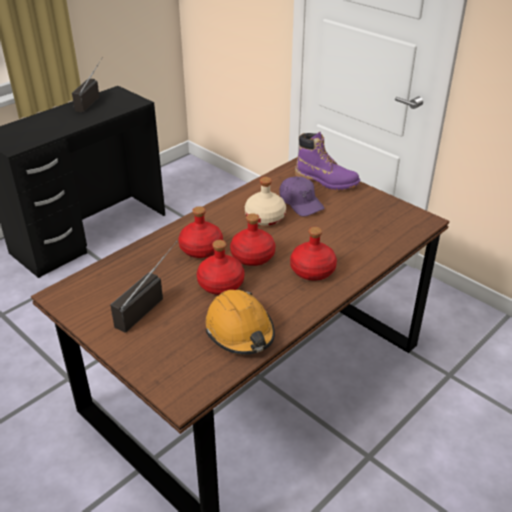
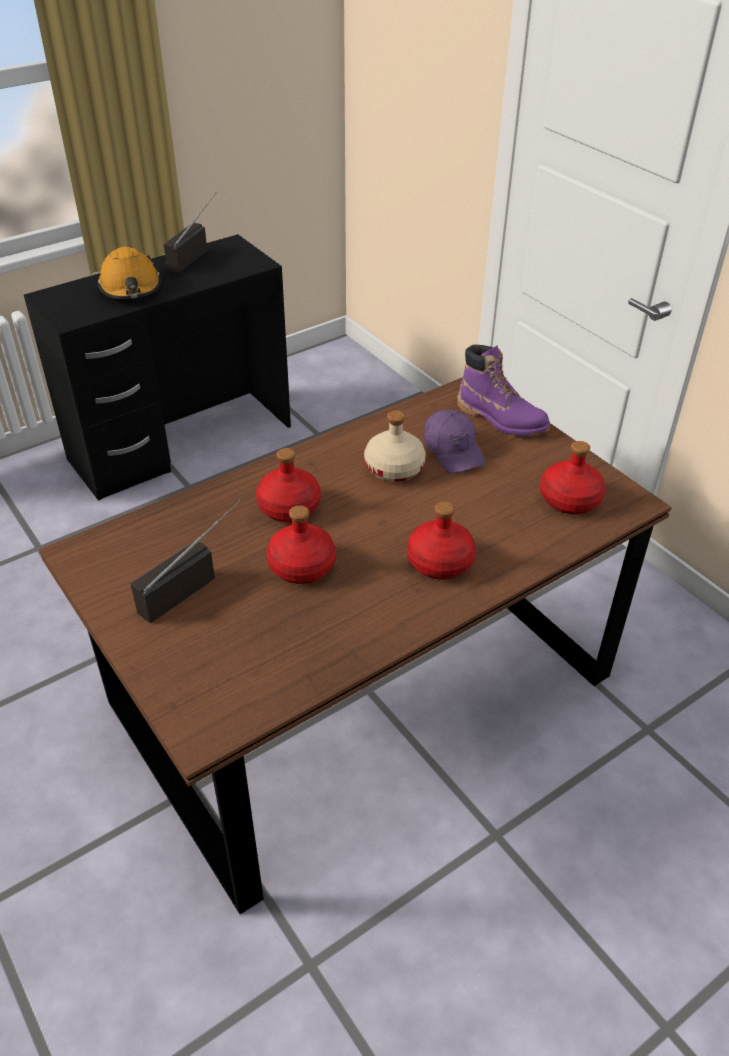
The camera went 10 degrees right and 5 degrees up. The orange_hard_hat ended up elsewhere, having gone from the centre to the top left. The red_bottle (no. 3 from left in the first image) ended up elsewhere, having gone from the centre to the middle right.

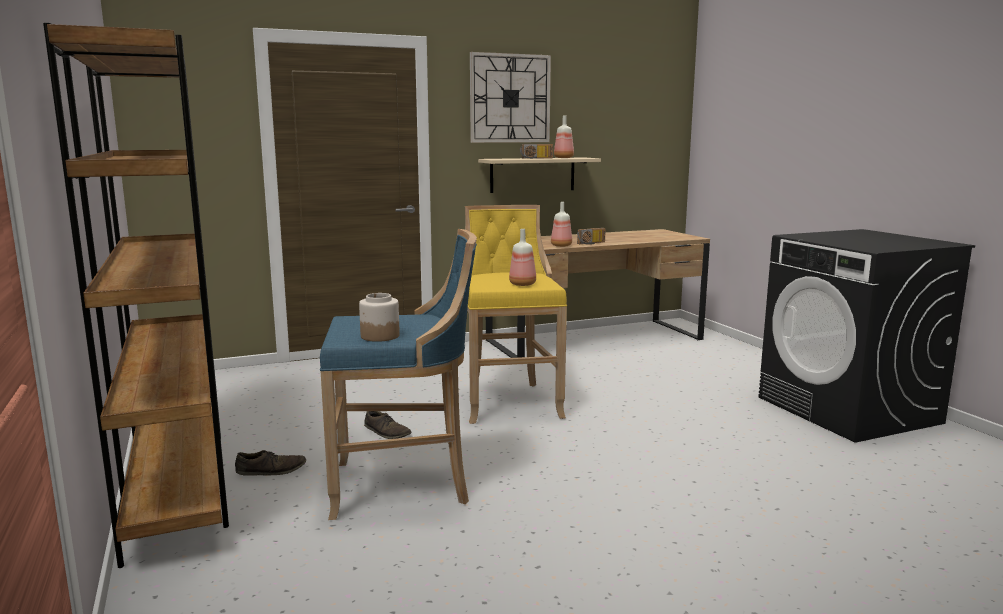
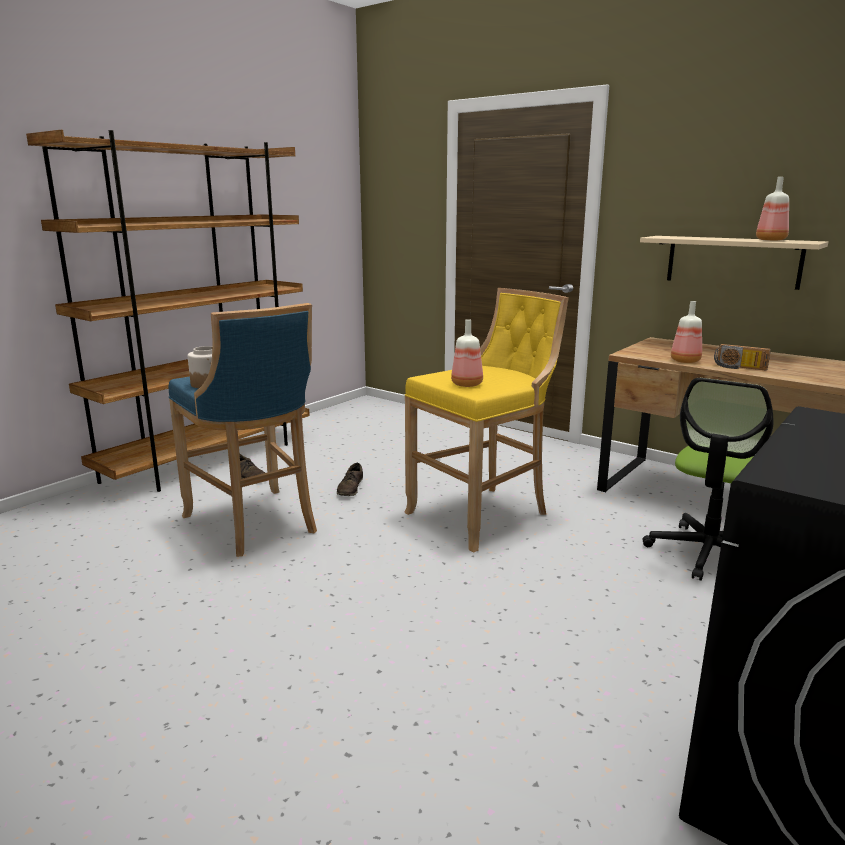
The camera went 60 degrees right and 5 degrees up. The second view lost the wall_clock at the top centre. The second view lost the radio (no. 1 from left) at the top centre. The second view gained the office_chair at the middle right.

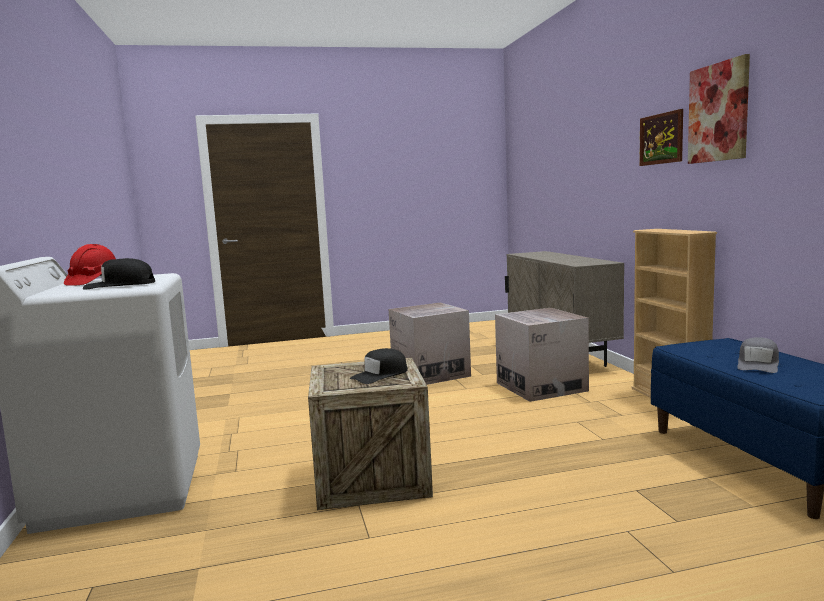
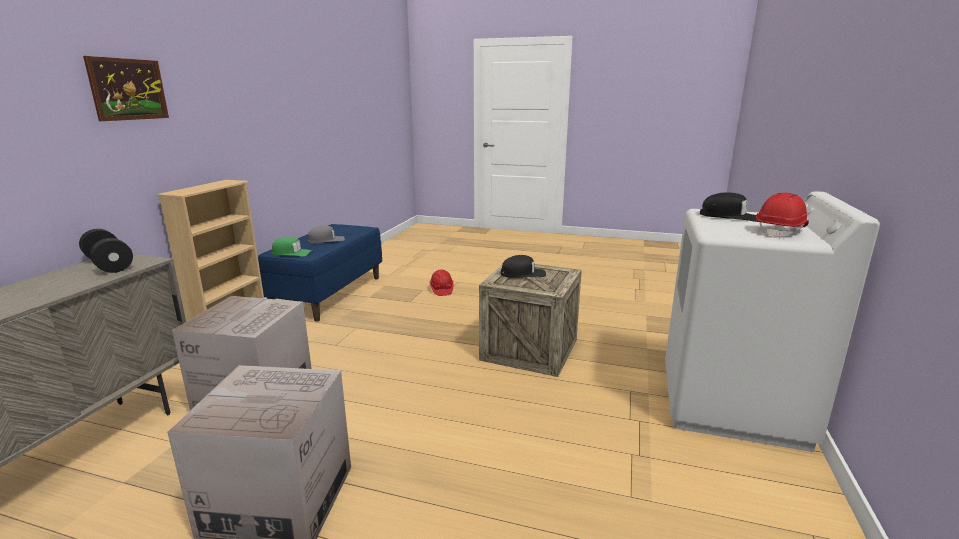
The camera went 150 degrees left and 10 degrees up. The second view lost the picture (no. 2 from left) at the top right. The second view gained the black_dumbbell at the middle left. The second view gained the green_cap at the middle left. The second view gained the red_hard_hat (no. 1 from left) at the centre.

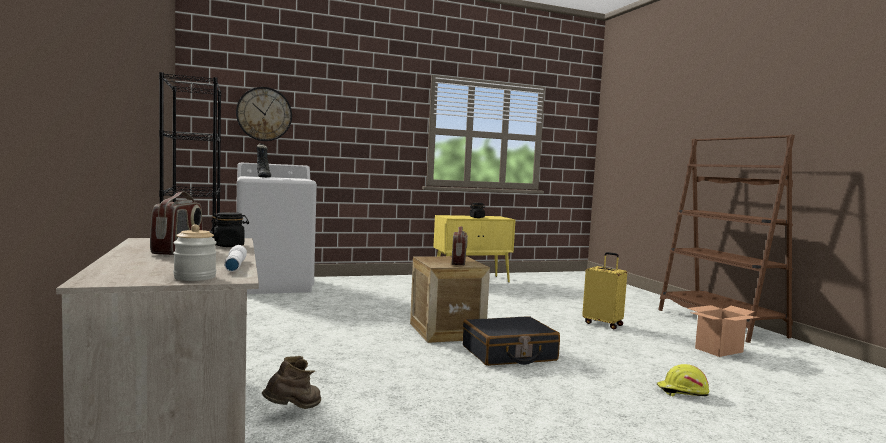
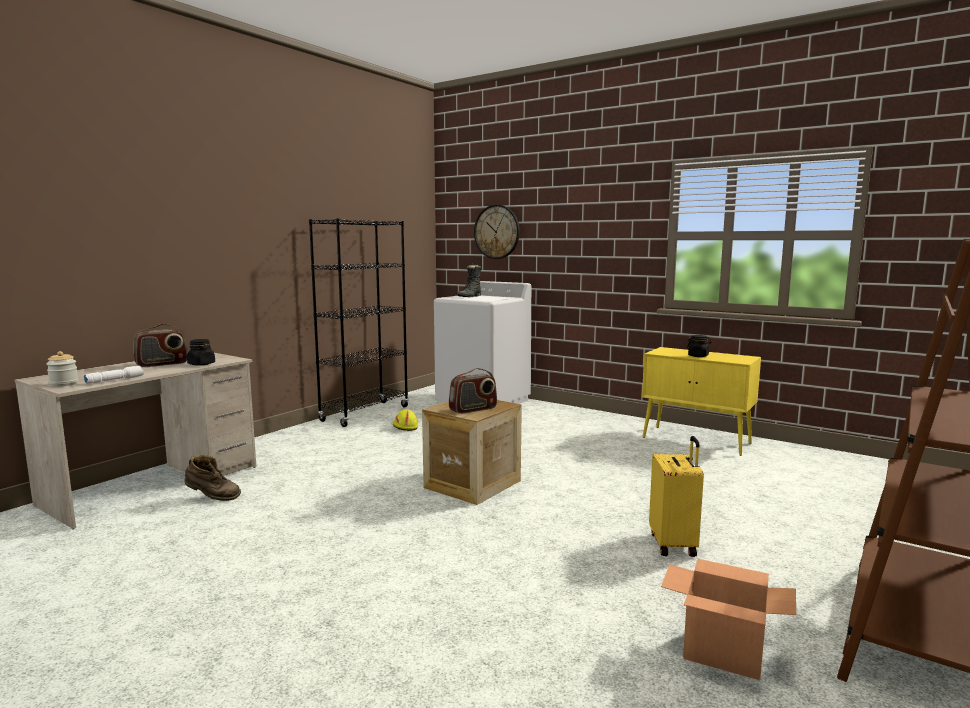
The camera went 55 degrees right and 5 degrees up. The second view lost the black_suitcase at the bottom centre. The yellow_hard_hat ended up elsewhere, having gone from the bottom right to the centre.

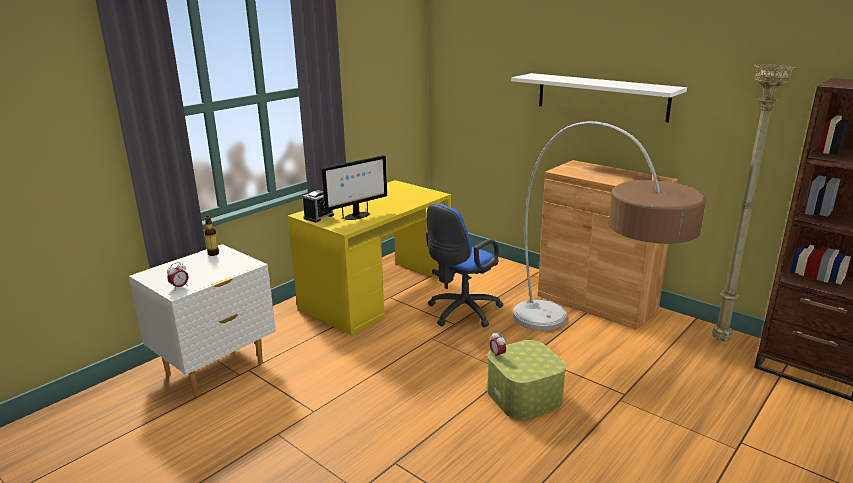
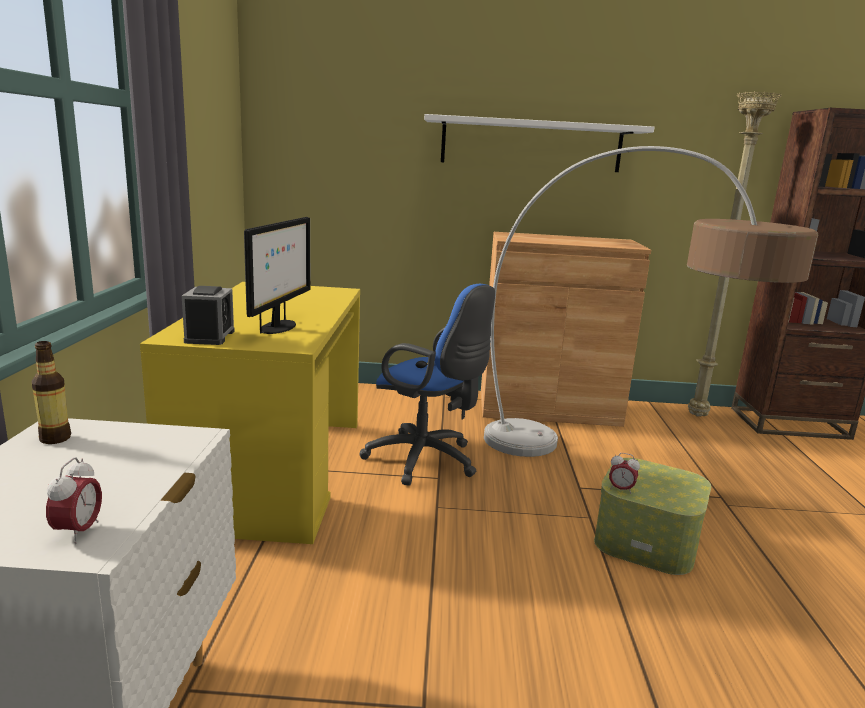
The camera went 40 degrees left and 5 degrees down. The blue_office_chair at the centre ended up facing another way, 60 degrees counterclockwise from before.

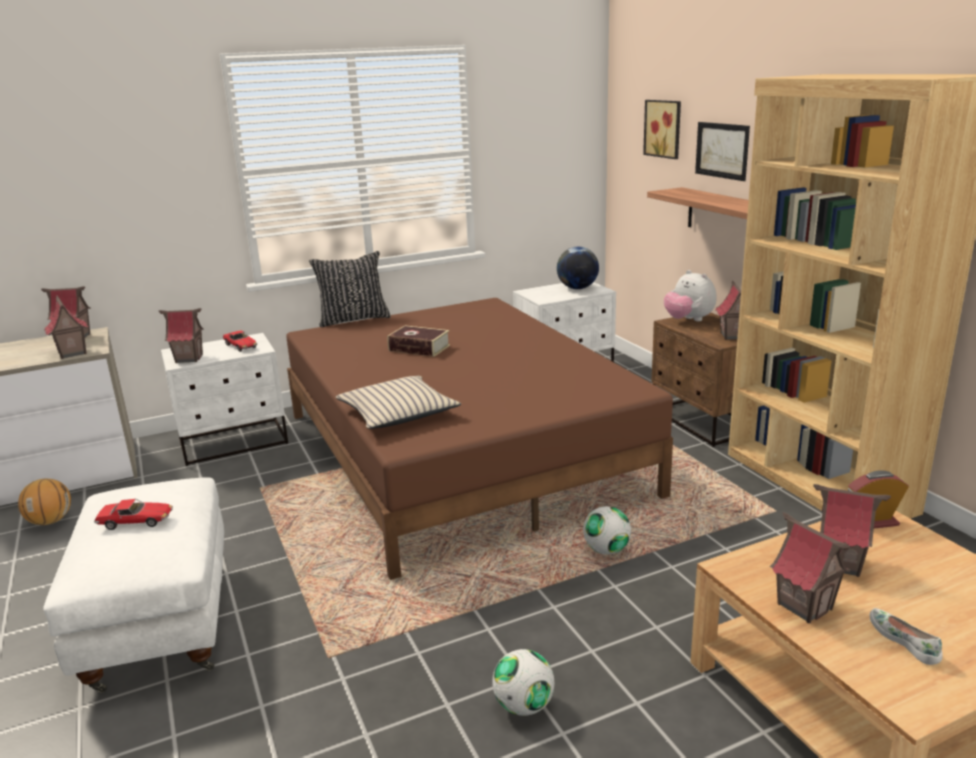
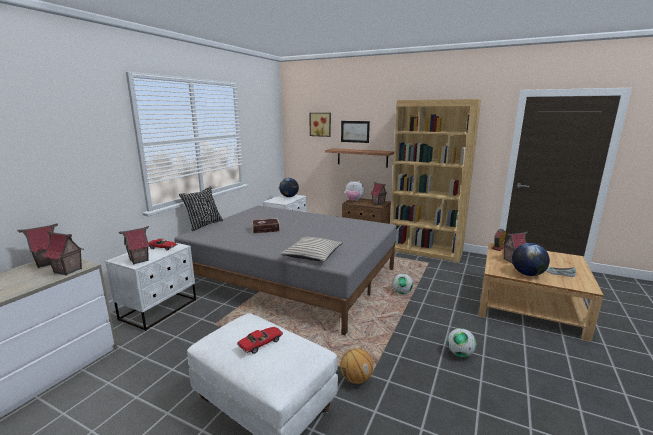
The camera went 40 degrees left and 5 degrees down. The basketball ended up elsewhere, having gone from the middle left to the bottom centre. What was the brown_bed at the centre turned into the grey_bed at the centre. Where the toy_house (no. 5 from left) stood at the bottom right, the globe (no. 2 from left) came to stand at the middle right.

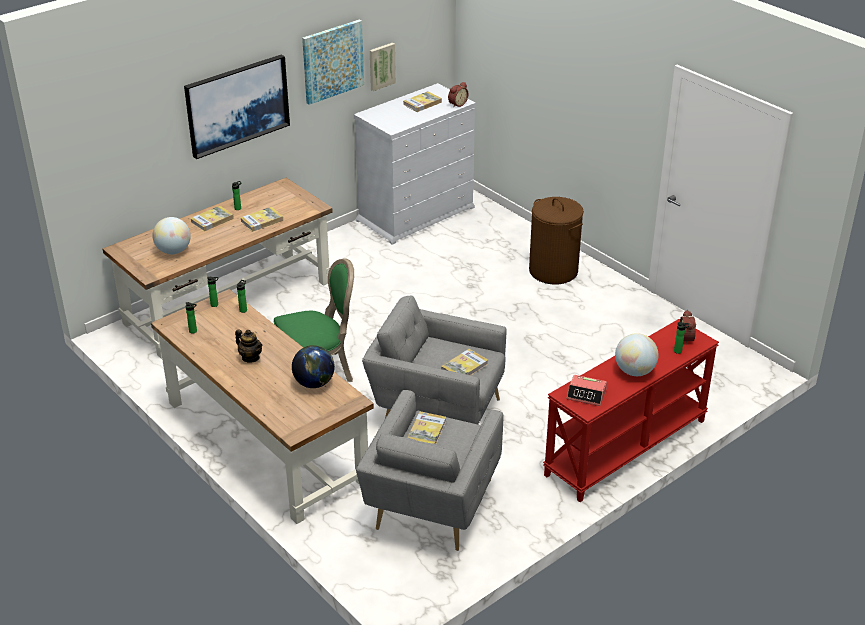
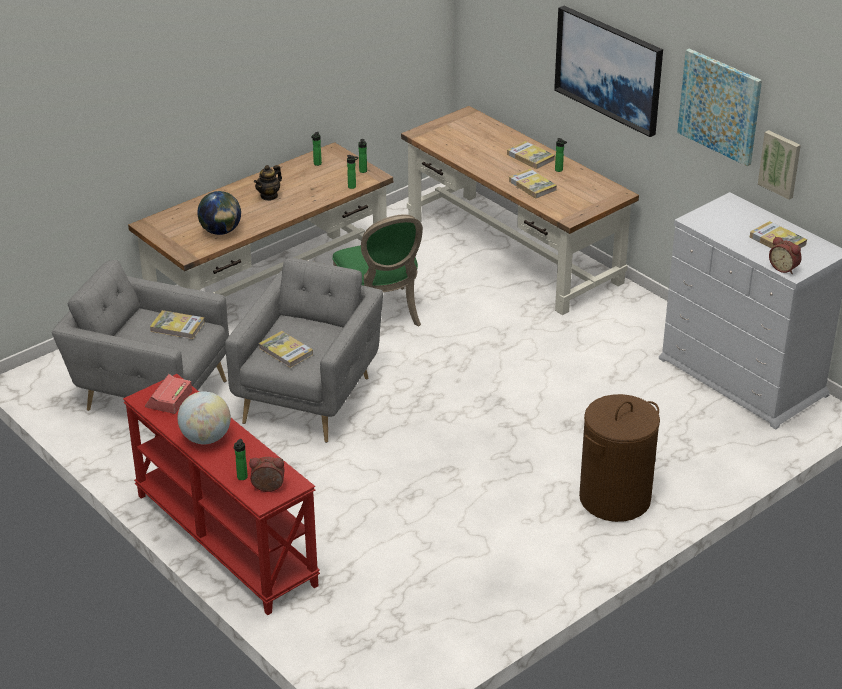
The camera went 90 degrees right and 0 degrees up. The second view lost the globe (no. 1 from left) at the middle left.

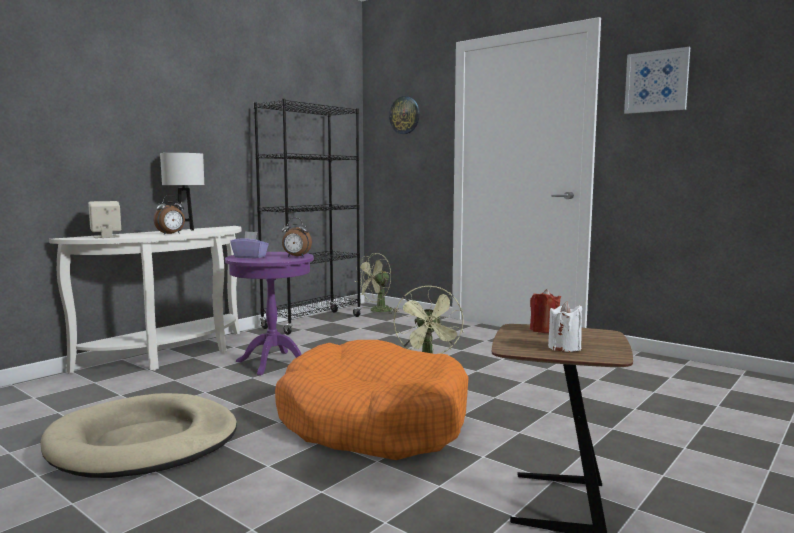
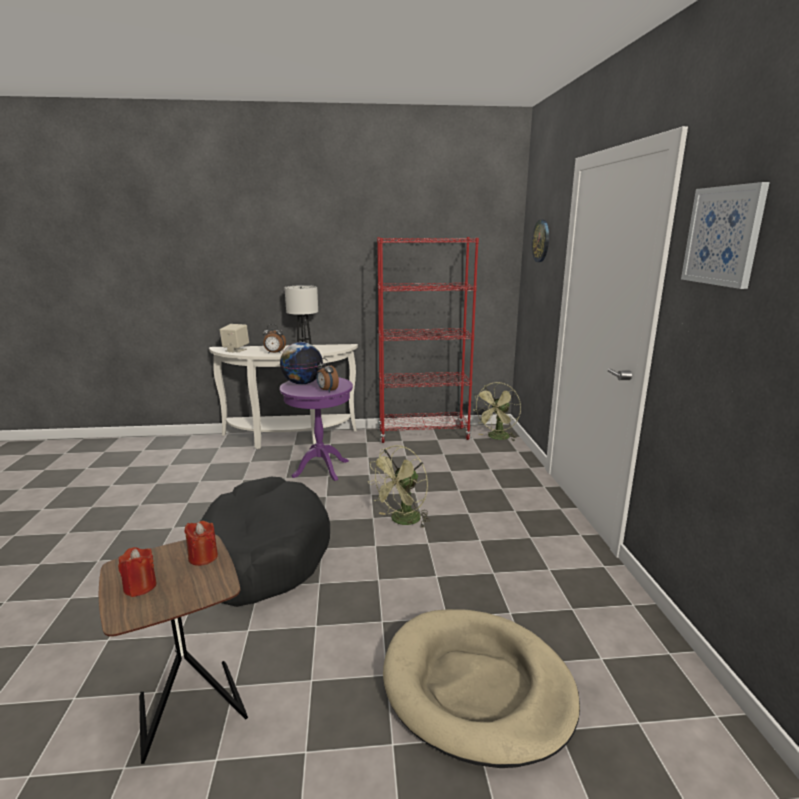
The camera went 45 degrees right and 10 degrees up. The beige_dog_bed ended up elsewhere, having gone from the bottom left to the bottom centre. Where the purple_tissue_box stood at the middle left, the globe came to stand at the centre. What was the black_bookcase at the centre turned into the red_bookcase at the centre. What was the orange_dog_bed at the bottom centre turned into the black_dog_bed at the bottom left. The green_fan (no. 1 from left in the first image) at the centre ended up facing another way, 60 degrees counterclockwise from before. What was the white_candle at the middle right turned into the red_candle (no. 1 from left) at the bottom left.

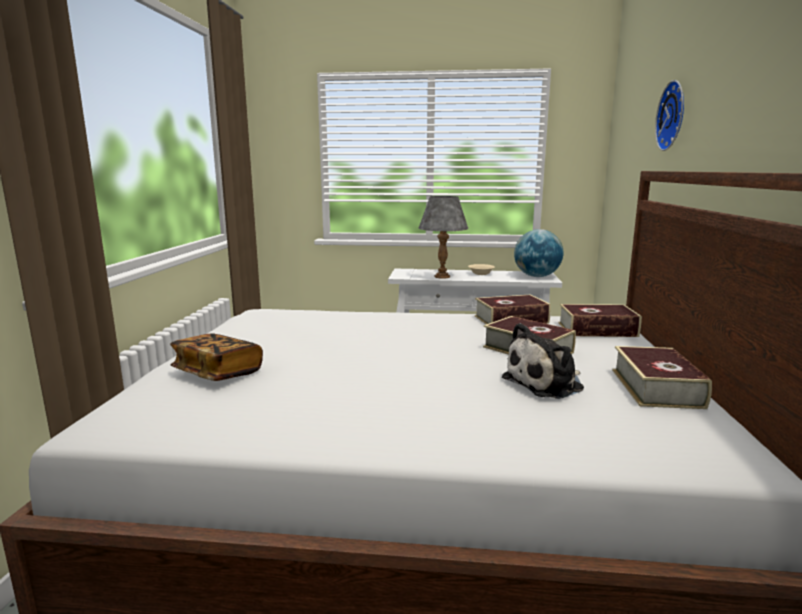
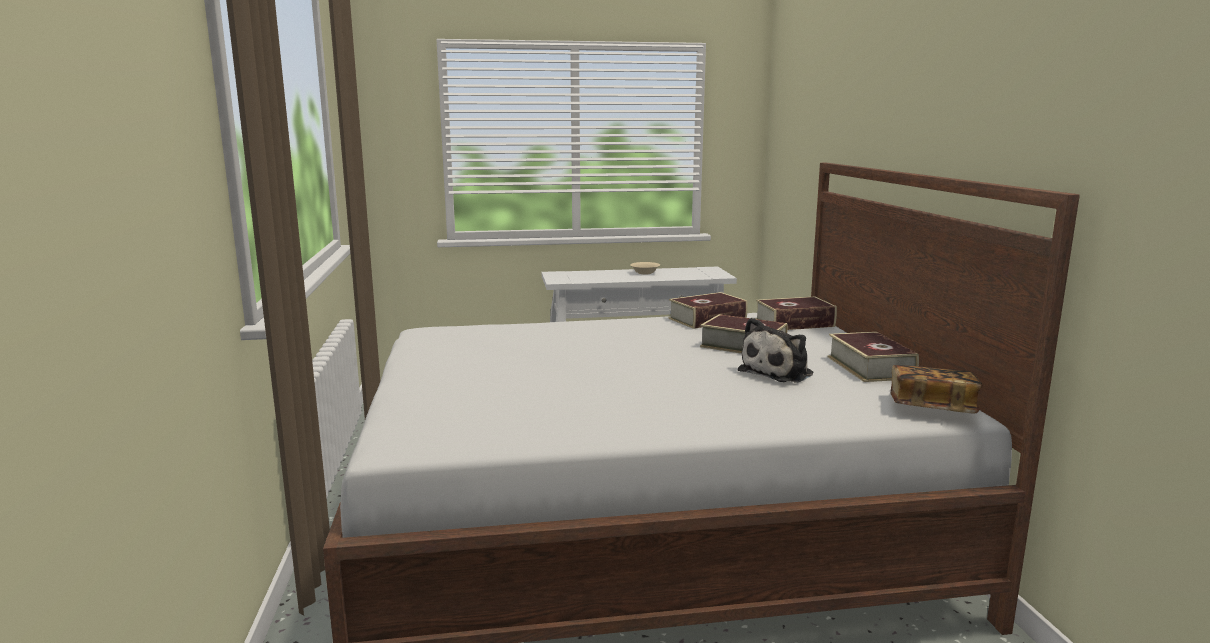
The camera went 15 degrees left and 0 degrees up. The book (no. 1 from left in the first image) ended up elsewhere, having gone from the middle left to the middle right. The second view lost the grey_table_lamp at the centre. The second view lost the globe at the middle right. The second view lost the wall_clock at the top right.

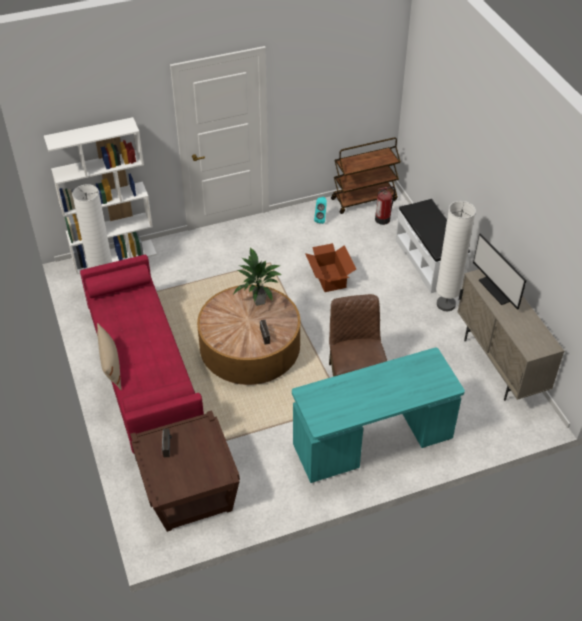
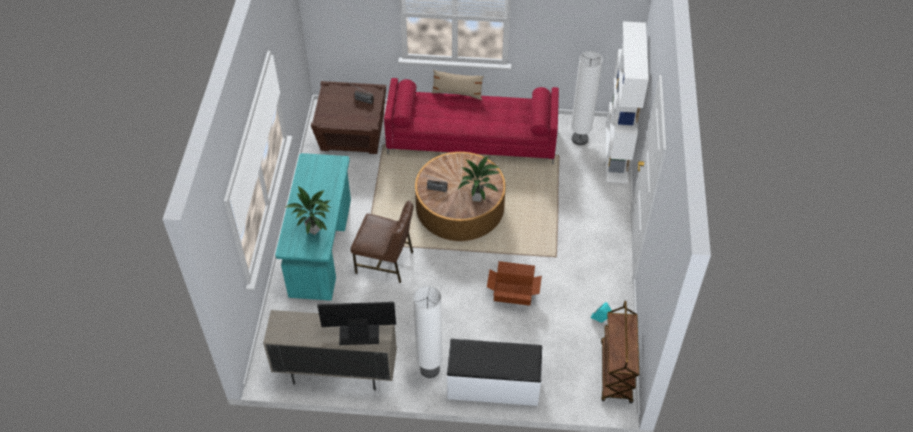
The camera went 115 degrees right and 5 degrees up. The second view lost the fire_extinguisher at the top centre. The second view gained the potted_plant (no. 1 from left) at the centre.

